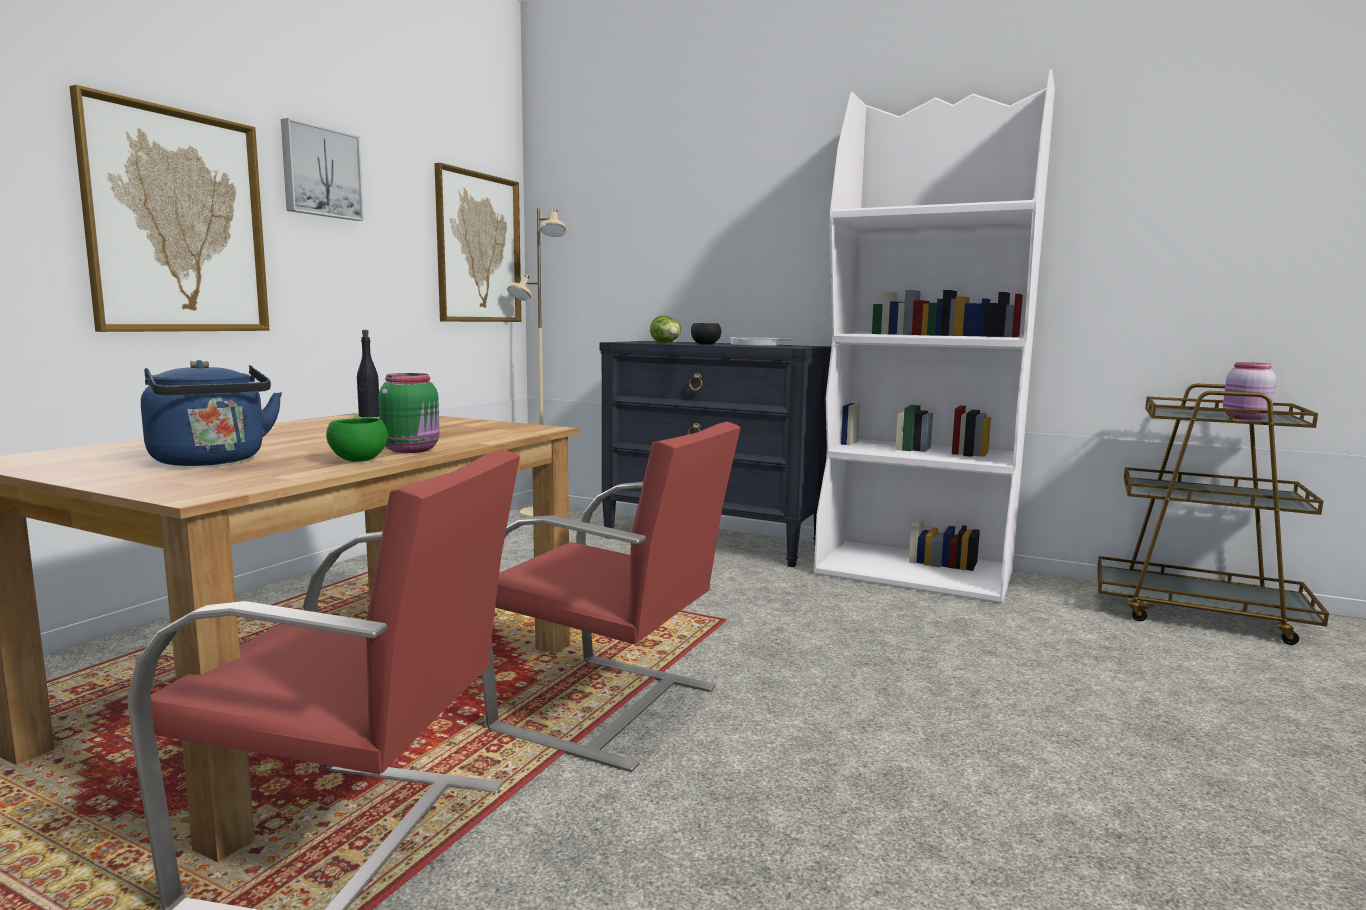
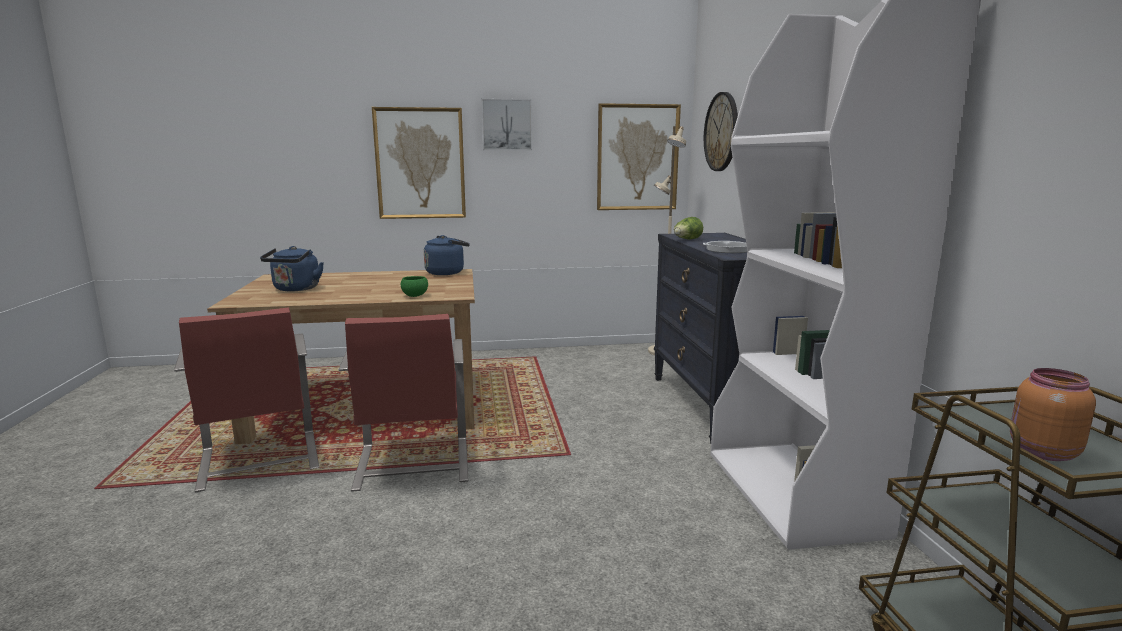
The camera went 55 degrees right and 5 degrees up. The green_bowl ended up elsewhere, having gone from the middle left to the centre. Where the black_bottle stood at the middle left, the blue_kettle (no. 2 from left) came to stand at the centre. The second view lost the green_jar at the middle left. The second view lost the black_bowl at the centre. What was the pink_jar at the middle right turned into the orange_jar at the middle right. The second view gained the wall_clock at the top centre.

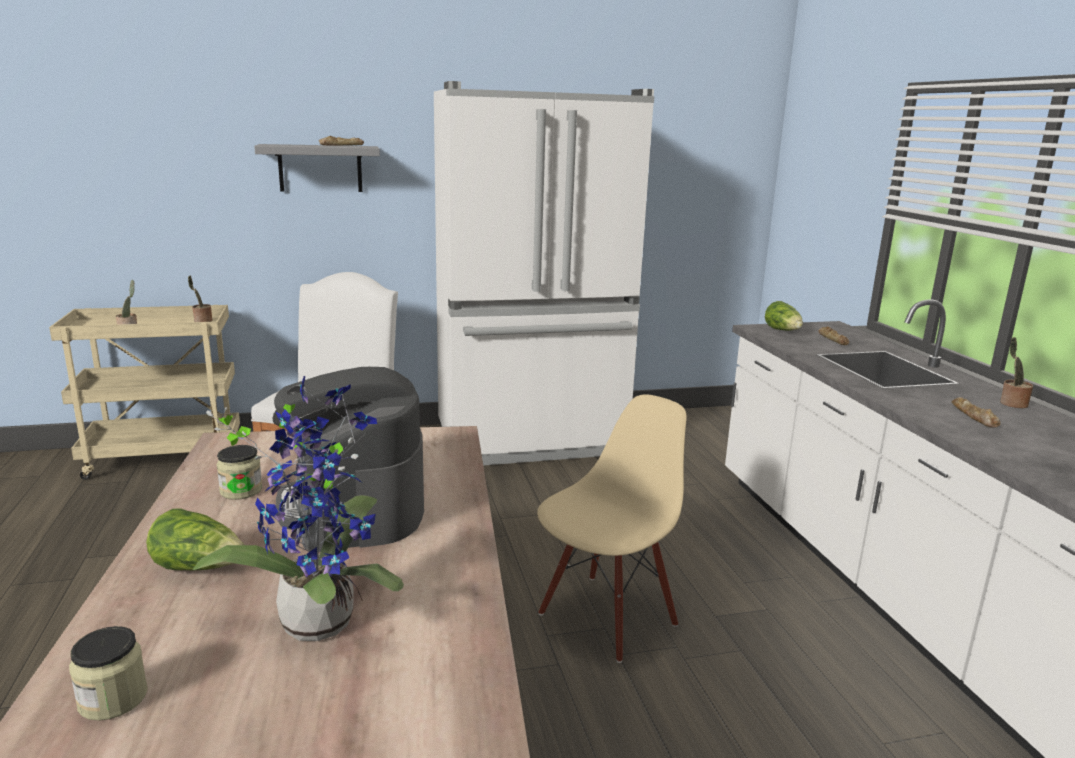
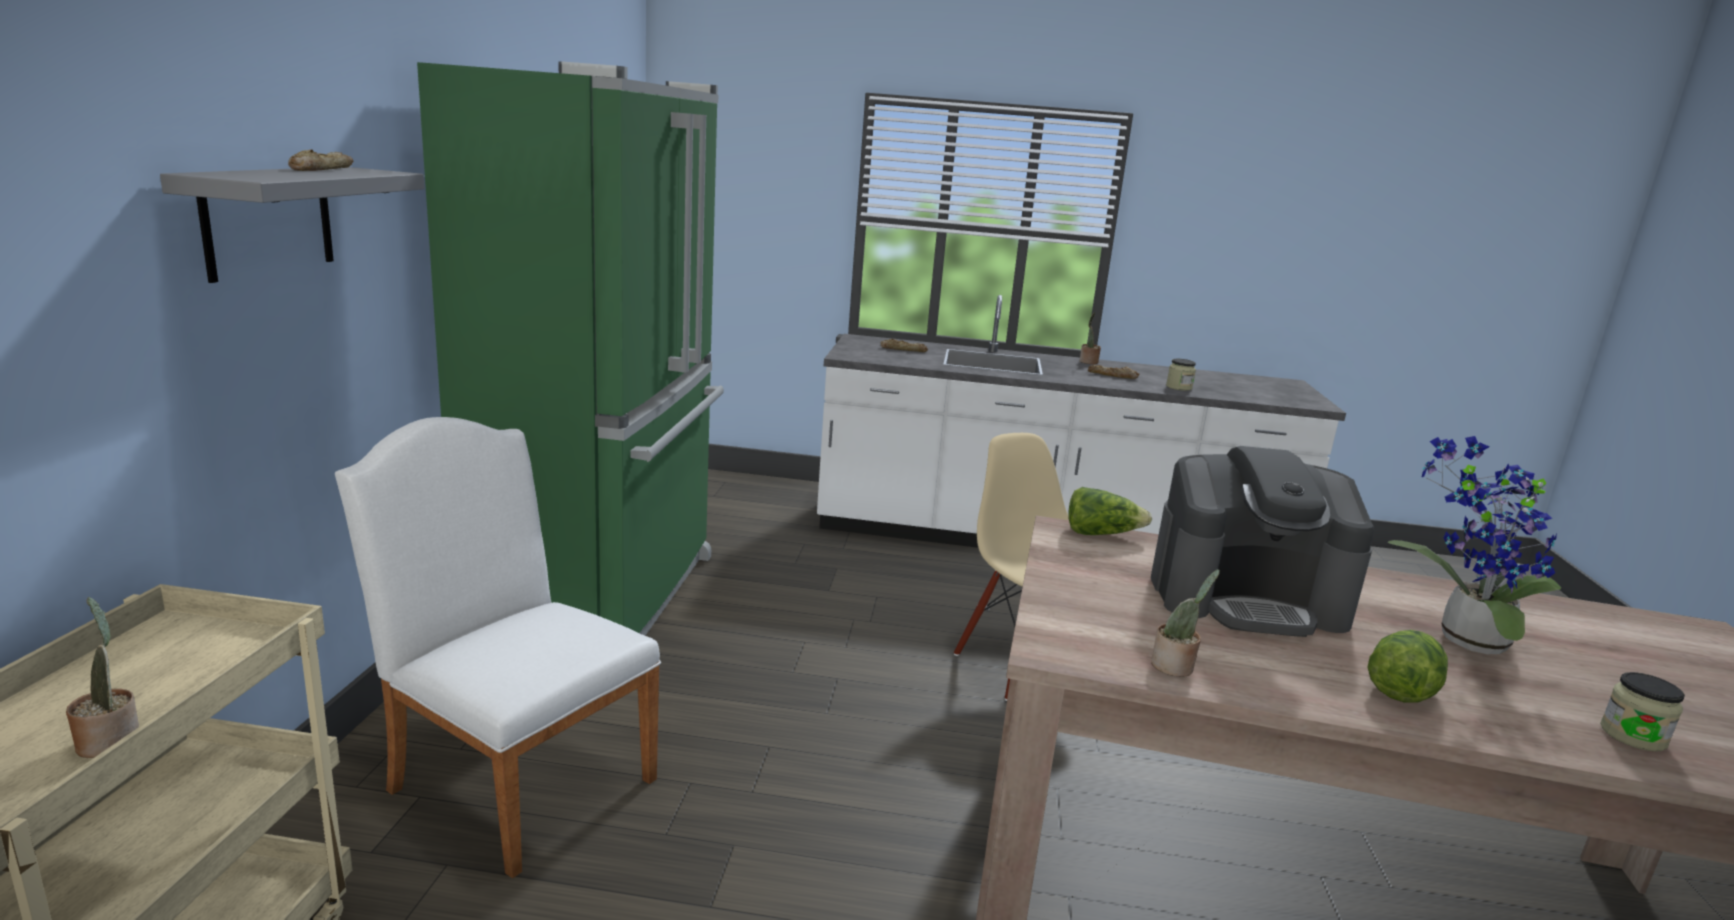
The camera went 70 degrees left and 0 degrees up. The potted_plant (no. 2 from left in the first image) ended up elsewhere, having gone from the middle left to the bottom right. The jar (no. 2 from left in the first image) ended up elsewhere, having gone from the middle left to the middle right. What was the white_fridge at the centre turned into the green_fridge at the middle left. The lettuce (no. 2 from left in the first image) ended up elsewhere, having gone from the middle right to the centre.

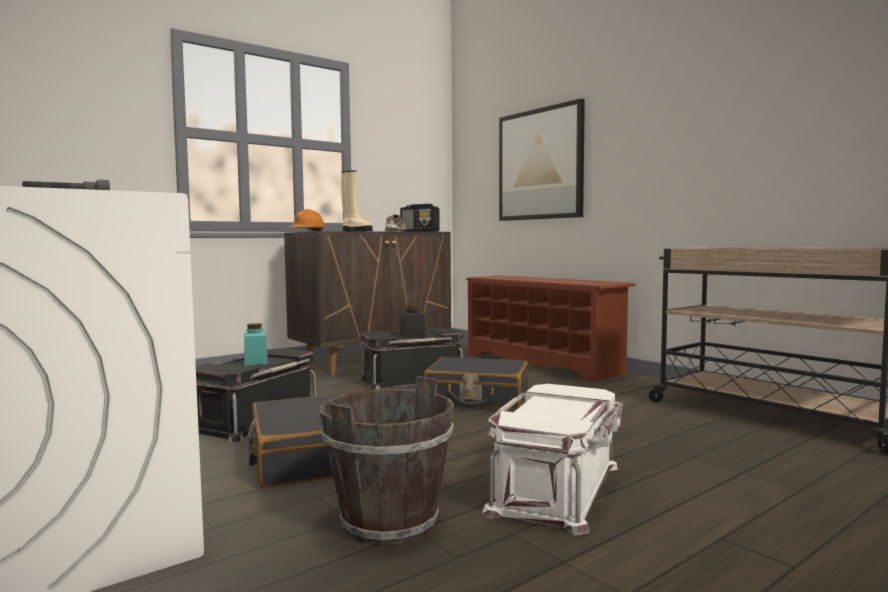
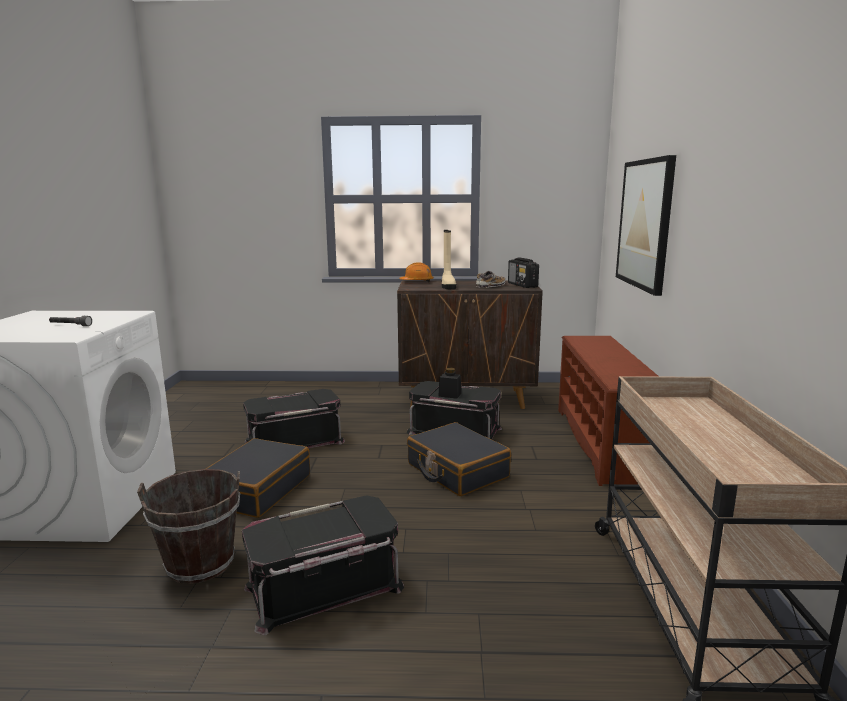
The camera went 40 degrees right and 10 degrees up. The second view lost the turquoise_jar at the middle left. What was the white_storage_box at the bottom centre turned into the black_storage_box (no. 2 from left) at the bottom centre.

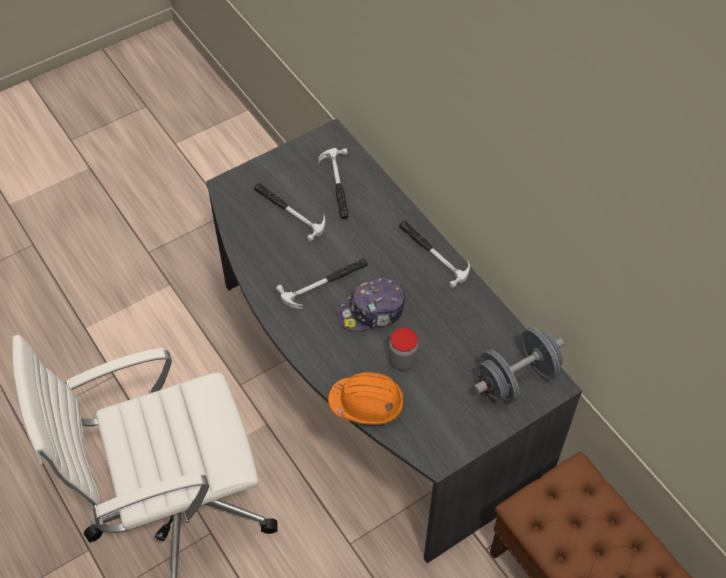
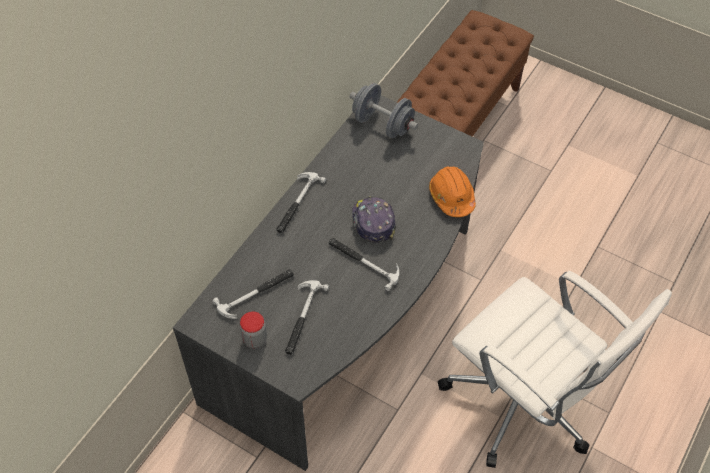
The camera went 115 degrees left and 0 degrees up. The cap at the centre ended up facing another way, 150 degrees counterclockwise from before. The jar ended up elsewhere, having gone from the centre to the bottom centre.

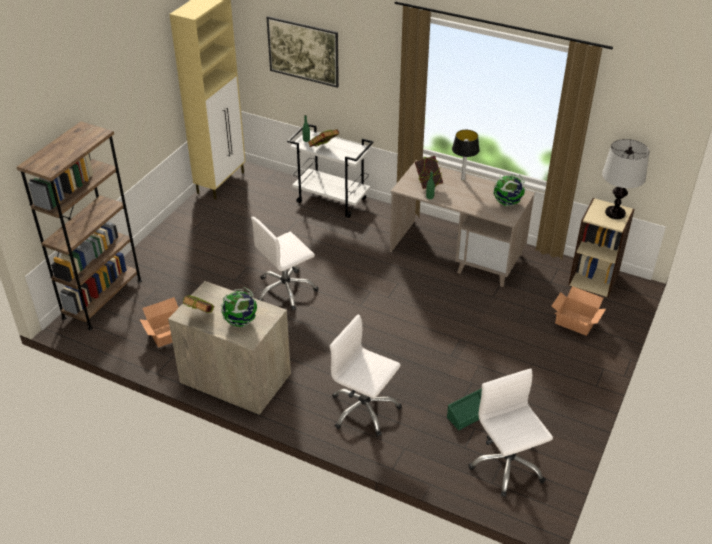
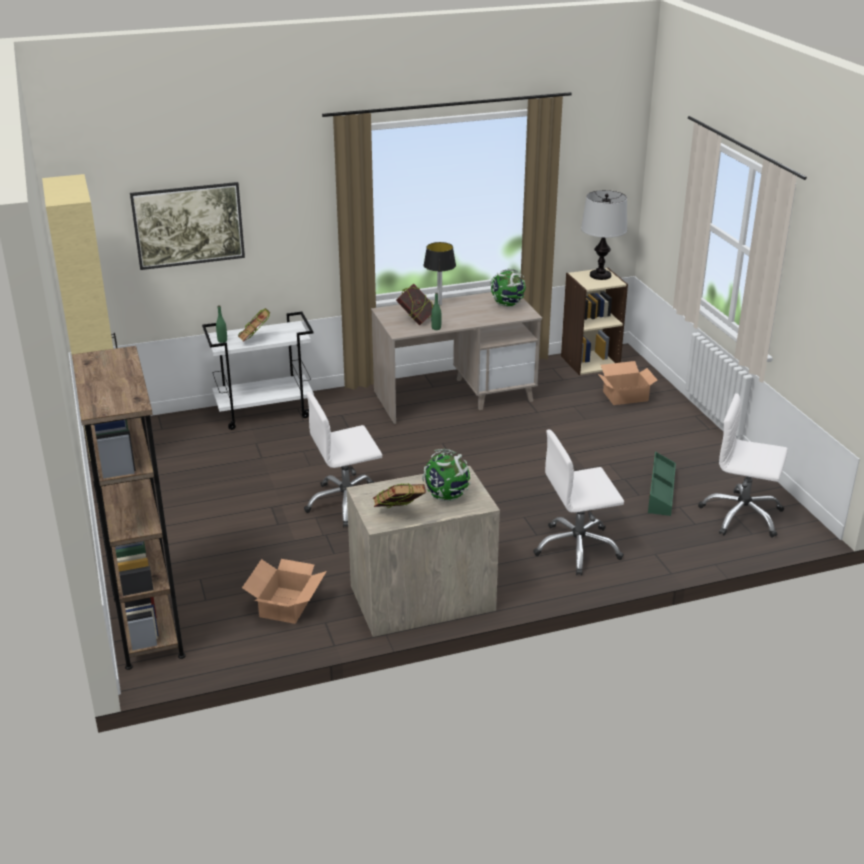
The camera went 45 degrees left and 10 degrees down. The white_office_chair (no. 1 from left) at the centre ended up facing another way, 60 degrees clockwise from before.

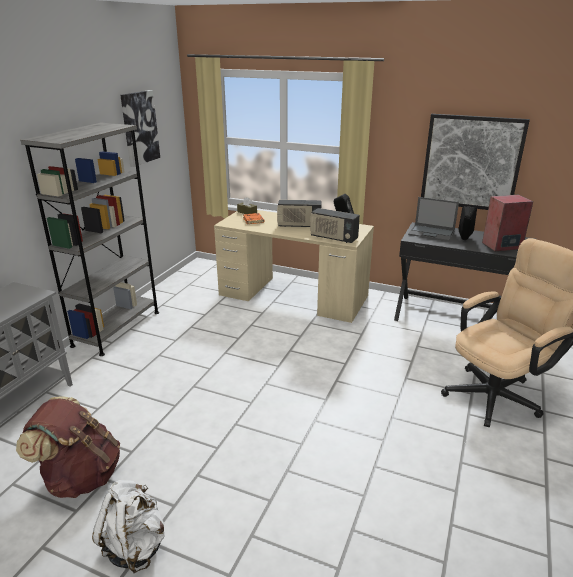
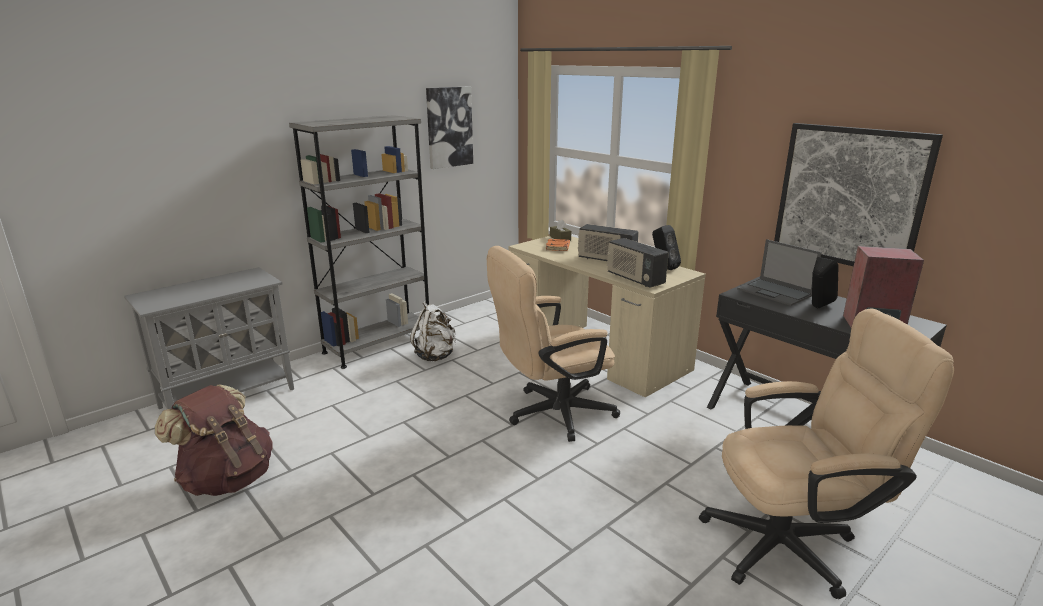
The camera went 25 degrees right and 5 degrees down. The white_backpack ended up elsewhere, having gone from the bottom left to the centre. The second view gained the beige_office_chair (no. 1 from left) at the centre.

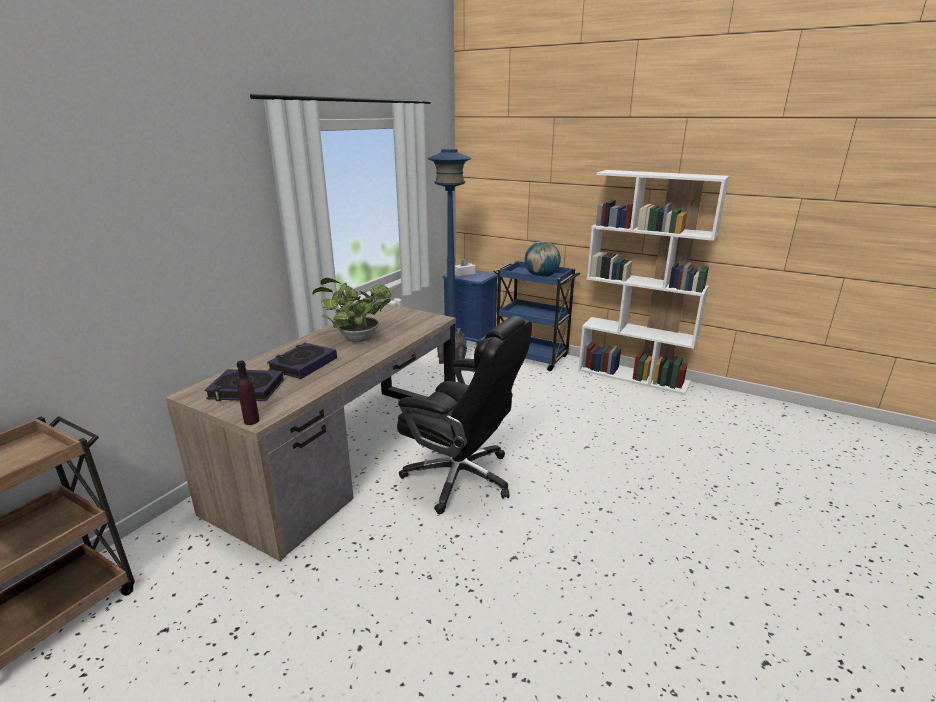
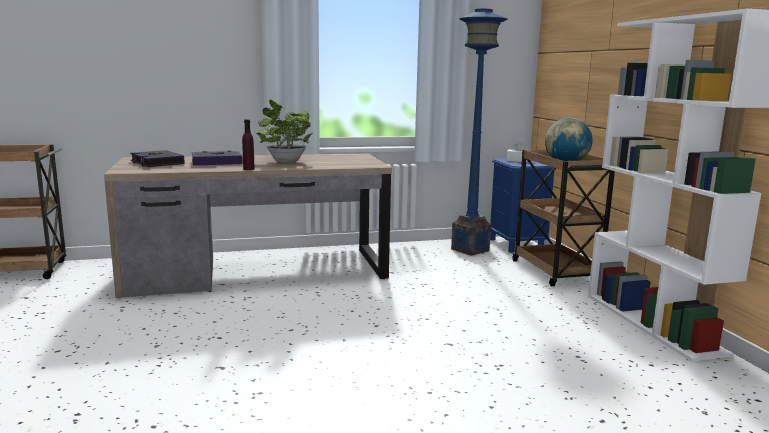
The camera went 45 degrees right and 10 degrees down. The purple_bottle ended up elsewhere, having gone from the middle left to the top left. The second view lost the black_office_chair at the centre. What was the blue_cart at the centre turned into the brown_cart (no. 2 from left) at the middle right.

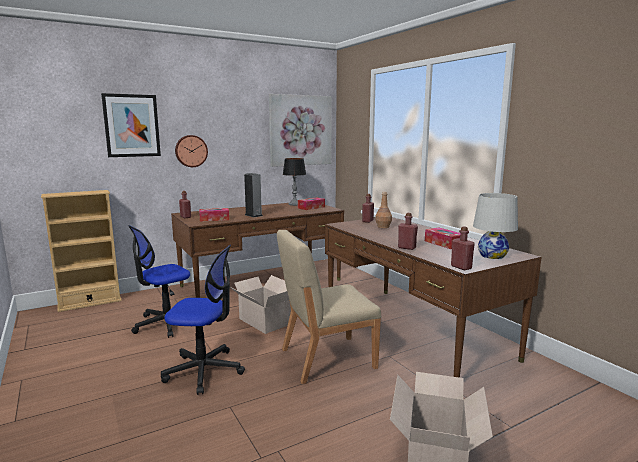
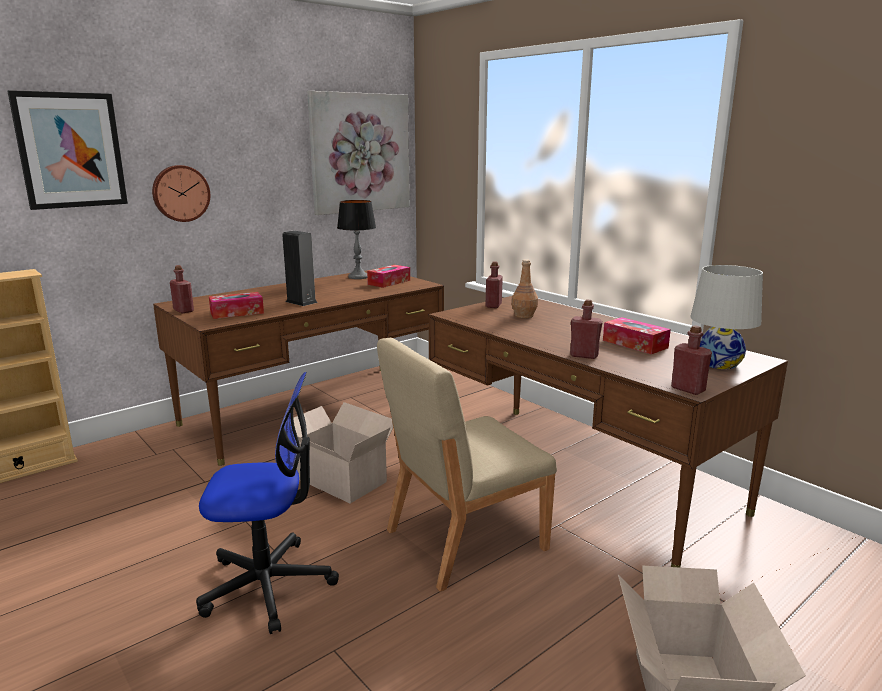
The camera went 10 degrees left and 5 degrees up. The second view lost the office_chair (no. 1 from left) at the middle left.

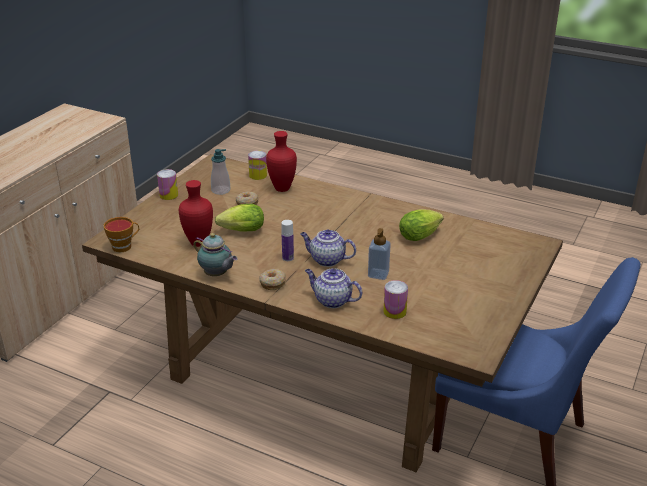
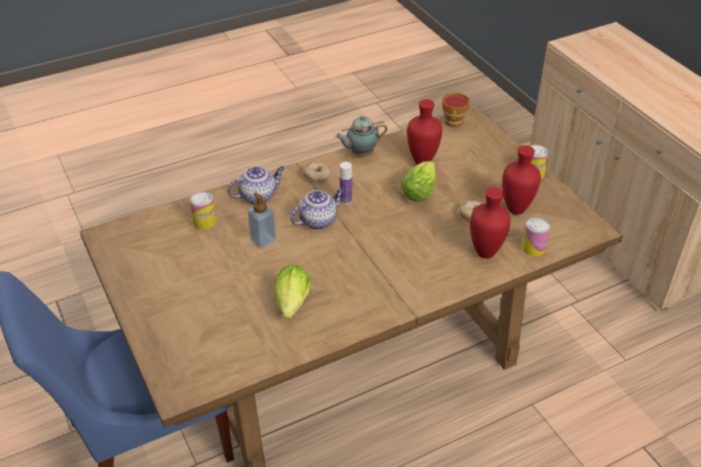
The camera went 125 degrees right and 10 degrees up. Where the soap_dispenser (no. 1 from left) stood at the centre, the red_vase (no. 3 from left) came to stand at the middle right.

